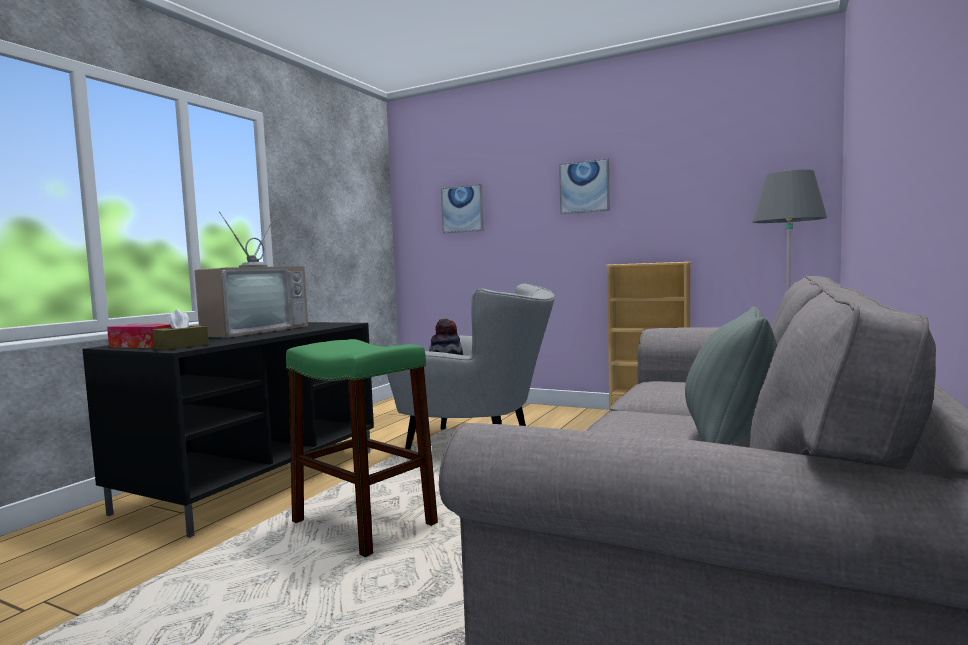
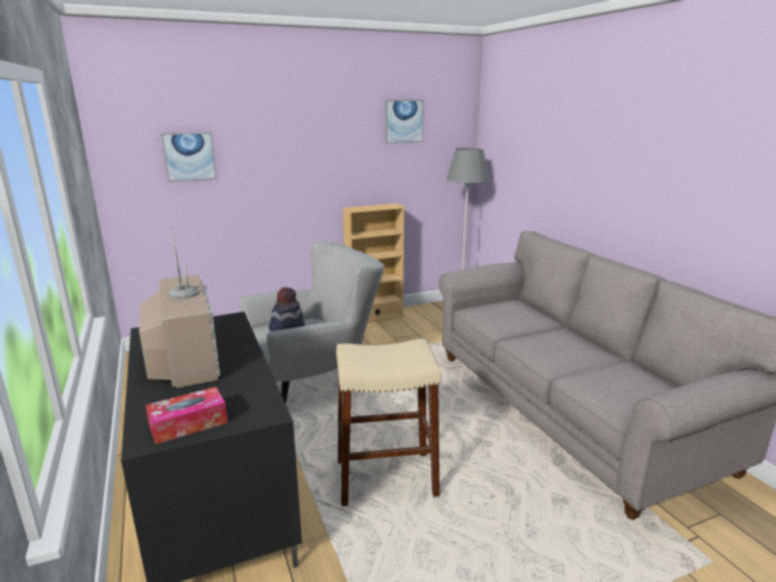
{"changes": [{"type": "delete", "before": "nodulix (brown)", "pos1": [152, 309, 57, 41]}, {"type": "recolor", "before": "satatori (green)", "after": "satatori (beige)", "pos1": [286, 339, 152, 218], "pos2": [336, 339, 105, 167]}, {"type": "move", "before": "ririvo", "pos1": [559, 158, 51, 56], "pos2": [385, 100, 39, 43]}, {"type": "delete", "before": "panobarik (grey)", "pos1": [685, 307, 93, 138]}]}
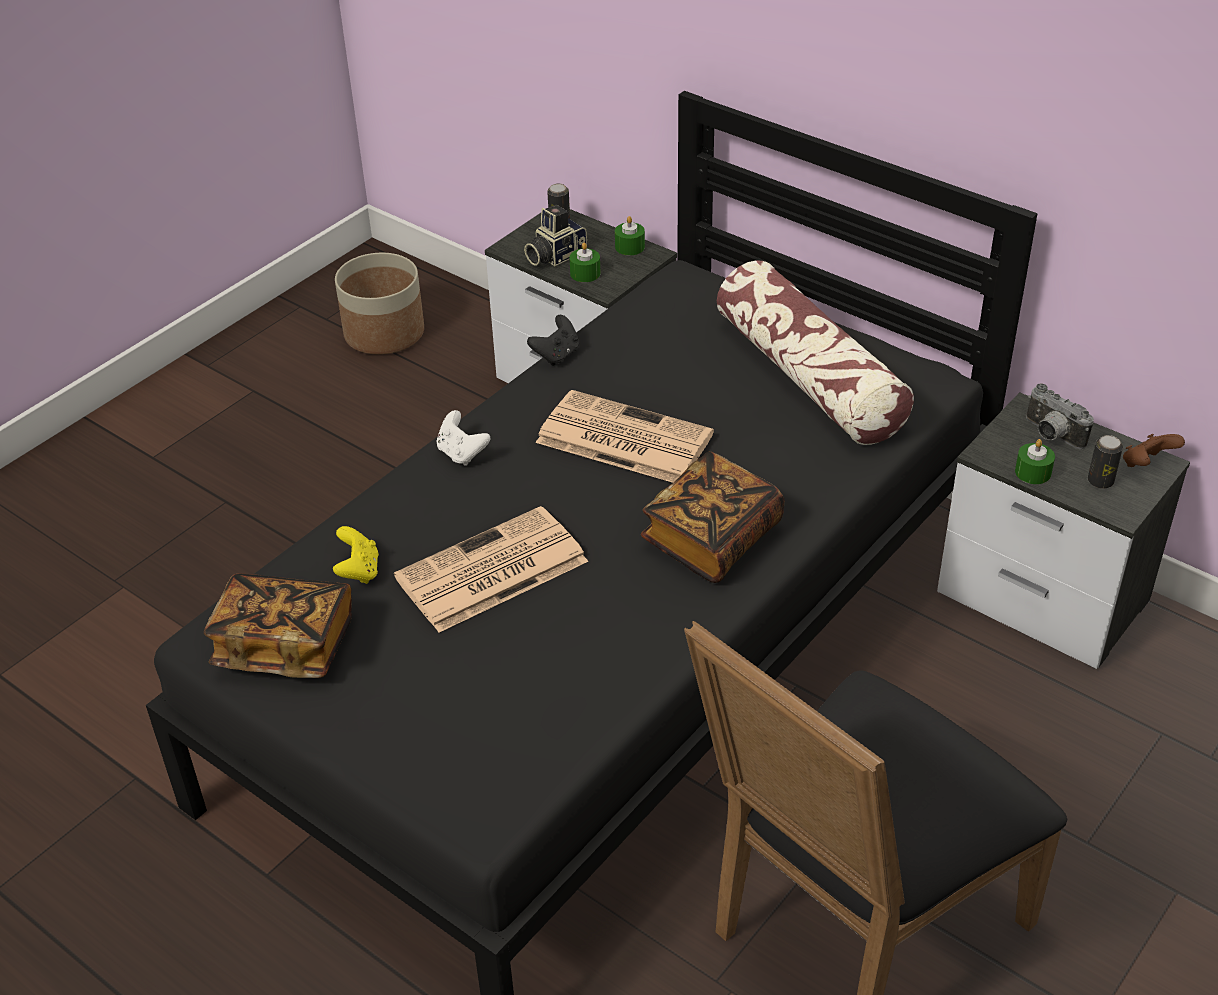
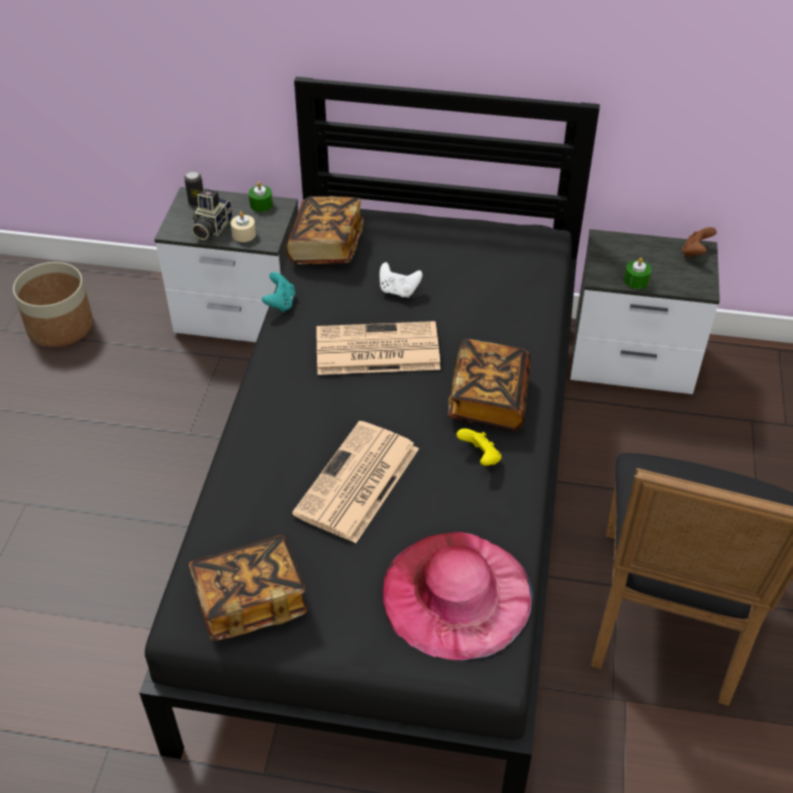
{"changes": [{"type": "move", "before": "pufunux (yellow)", "pos1": [333, 526, 46, 58], "pos2": [457, 428, 44, 38]}, {"type": "move", "before": "pufunux (white)", "pos1": [437, 410, 53, 56], "pos2": [380, 262, 43, 36]}, {"type": "recolor", "before": "pufunux (black)", "after": "pufunux (turquoise)", "pos1": [527, 315, 52, 51], "pos2": [262, 272, 33, 40]}, {"type": "recolor", "before": "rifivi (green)", "after": "rifivi (beige)", "pos1": [569, 242, 31, 40], "pos2": [231, 211, 25, 31]}, {"type": "delete", "before": "panobarik", "pos1": [717, 260, 197, 185]}, {"type": "delete", "before": "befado", "pos1": [1026, 383, 68, 66]}, {"type": "delete", "before": "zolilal", "pos1": [1088, 435, 35, 54]}, {"type": "insert", "after": "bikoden", "pos2": [286, 196, 78, 68]}, {"type": "insert", "after": "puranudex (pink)", "pos2": [382, 532, 150, 128]}]}
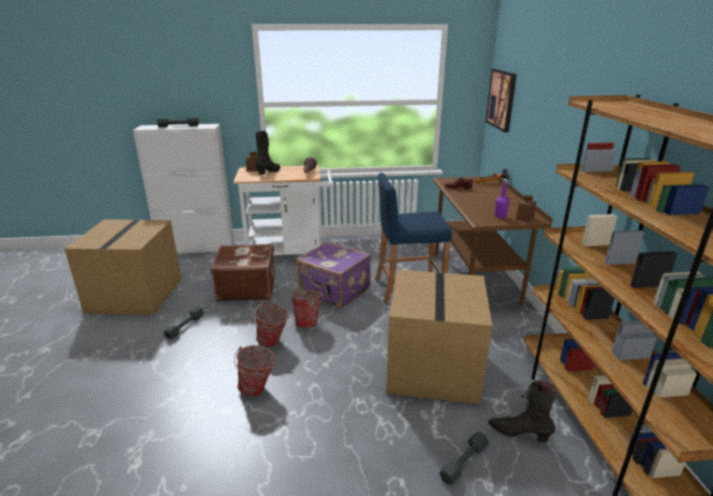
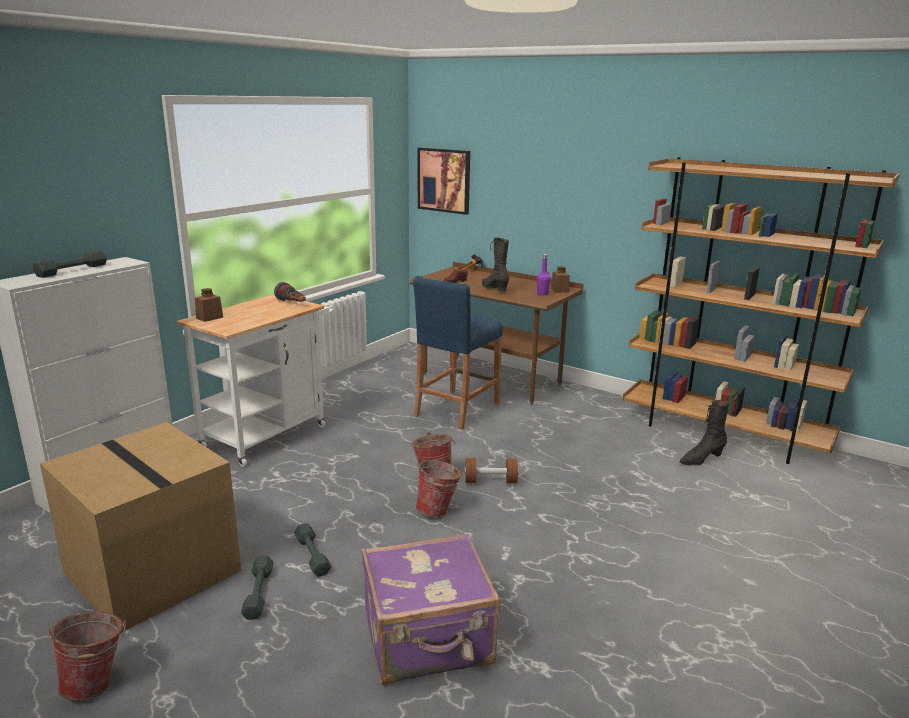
{"changes": [{"type": "delete", "before": "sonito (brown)", "pos1": [210, 243, 65, 59]}, {"type": "move", "before": "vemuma", "pos1": [234, 345, 42, 51], "pos2": [48, 611, 78, 90]}, {"type": "move", "before": "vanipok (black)", "pos1": [255, 131, 25, 44], "pos2": [482, 237, 27, 55]}, {"type": "move", "before": "sonito (purple)", "pos1": [296, 241, 75, 67], "pos2": [362, 534, 138, 151]}, {"type": "delete", "before": "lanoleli", "pos1": [386, 269, 106, 135]}, {"type": "move", "before": "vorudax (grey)", "pos1": [439, 432, 50, 53], "pos2": [241, 556, 33, 64]}, {"type": "insert", "after": "vorudax (brown)", "pos2": [464, 458, 54, 26]}]}
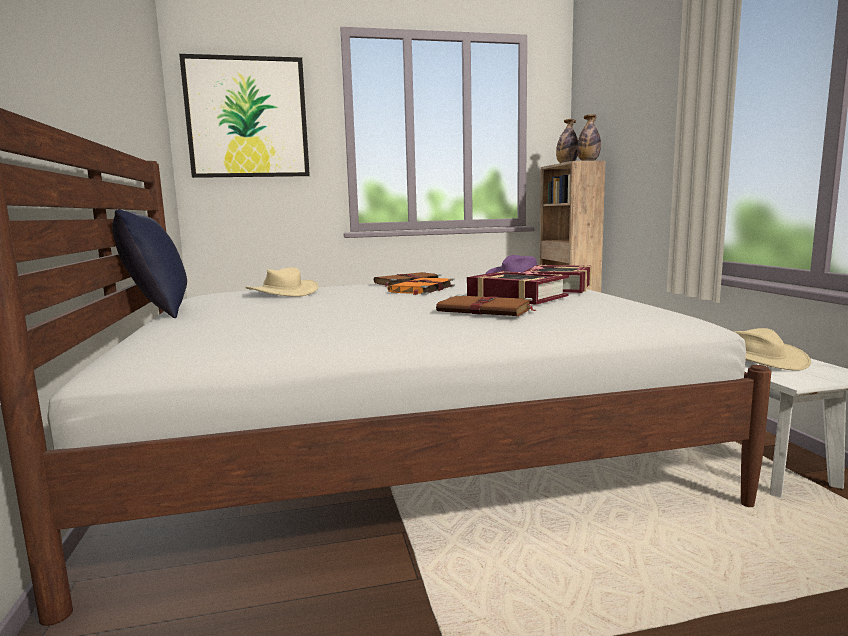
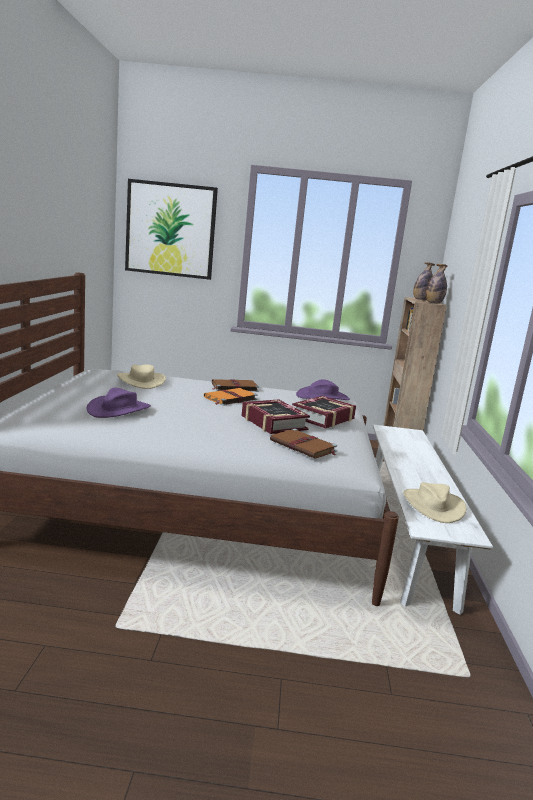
{"changes": [{"type": "delete", "before": "panobarik (blue)", "pos1": [112, 209, 75, 109]}, {"type": "move", "before": "bikoden (brown)", "pos1": [436, 295, 99, 21], "pos2": [270, 429, 67, 29]}, {"type": "insert", "after": "puranudex (purple)", "pos2": [86, 388, 65, 30]}]}
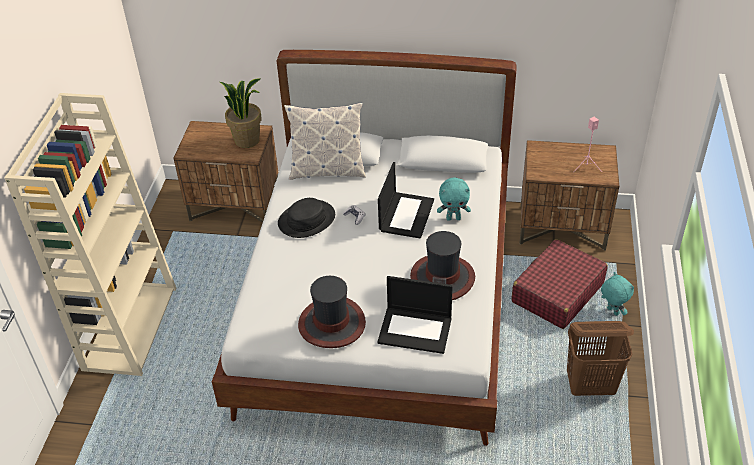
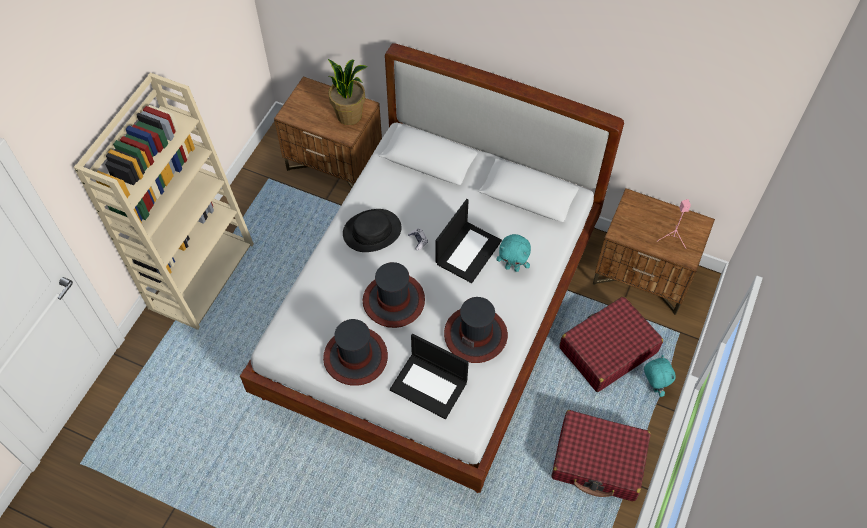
{"changes": [{"type": "delete", "before": "panobarik", "pos1": [284, 103, 82, 77]}, {"type": "replace", "before": "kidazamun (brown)", "after": "sonito (red)", "pos1": [567, 321, 67, 75], "pos2": [551, 410, 100, 91]}, {"type": "insert", "after": "puranudex", "pos2": [363, 262, 62, 66]}]}
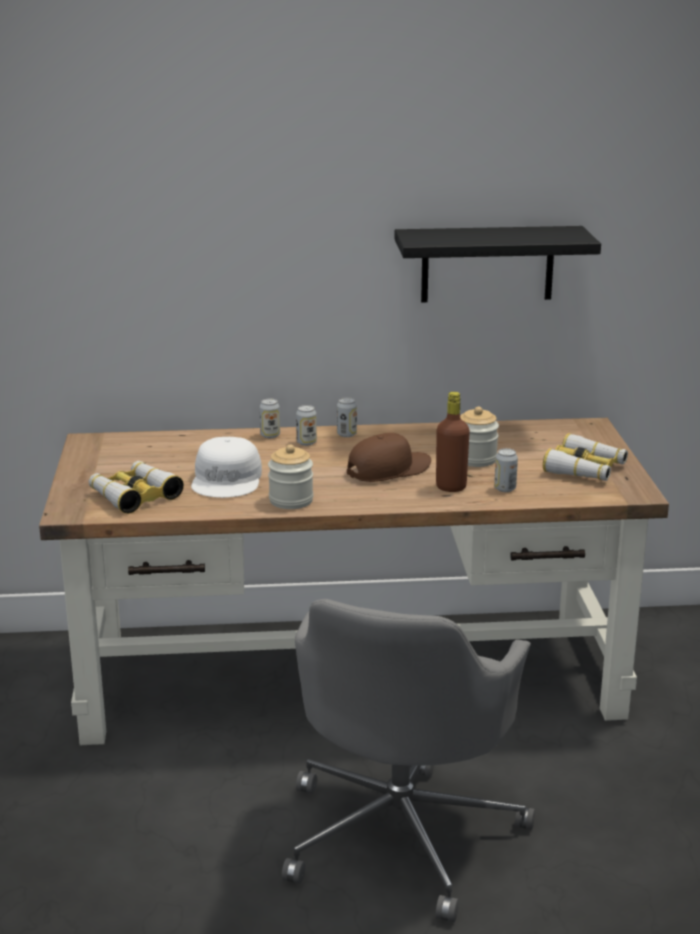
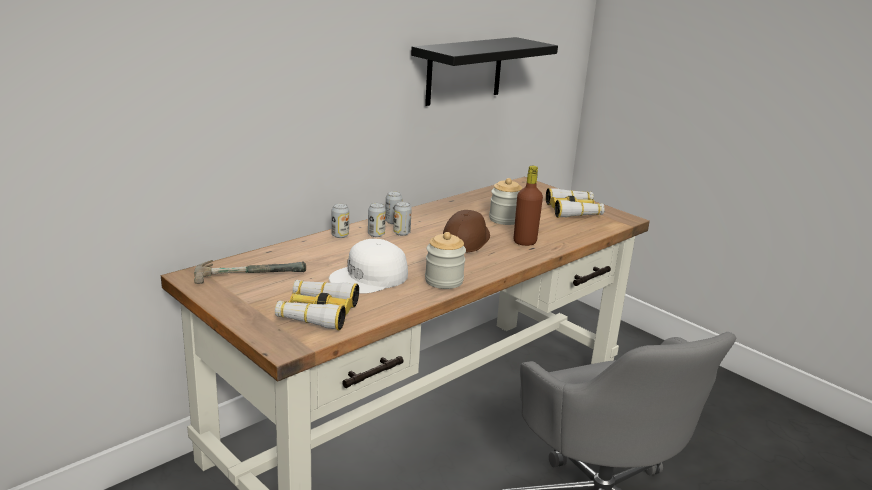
{"changes": [{"type": "rotate", "before": "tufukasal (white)", "pos1": [191, 437, 71, 61], "pos2": [329, 239, 79, 55], "turn": 90}, {"type": "move", "before": "zolilal", "pos1": [494, 448, 24, 44], "pos2": [394, 201, 18, 35]}, {"type": "insert", "after": "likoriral", "pos2": [194, 260, 112, 24]}]}
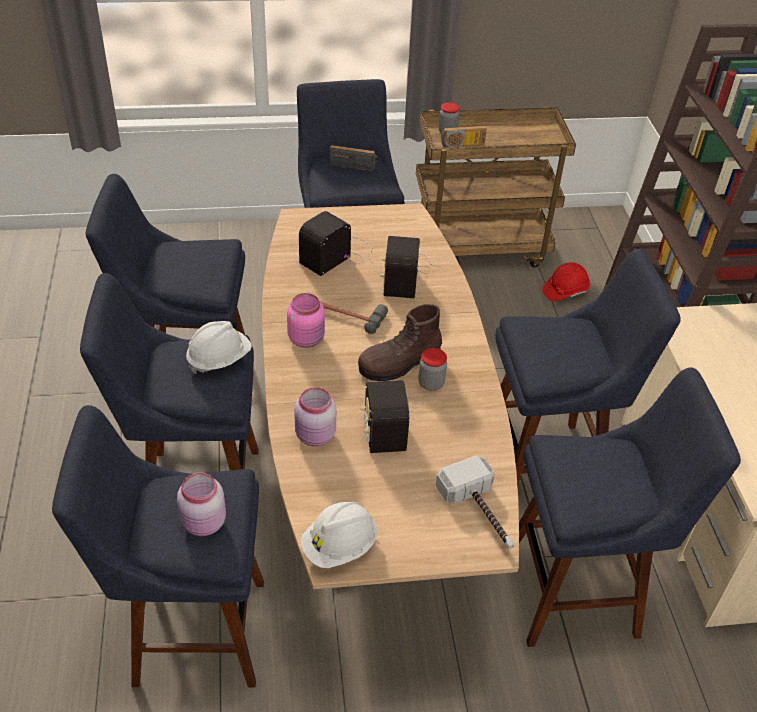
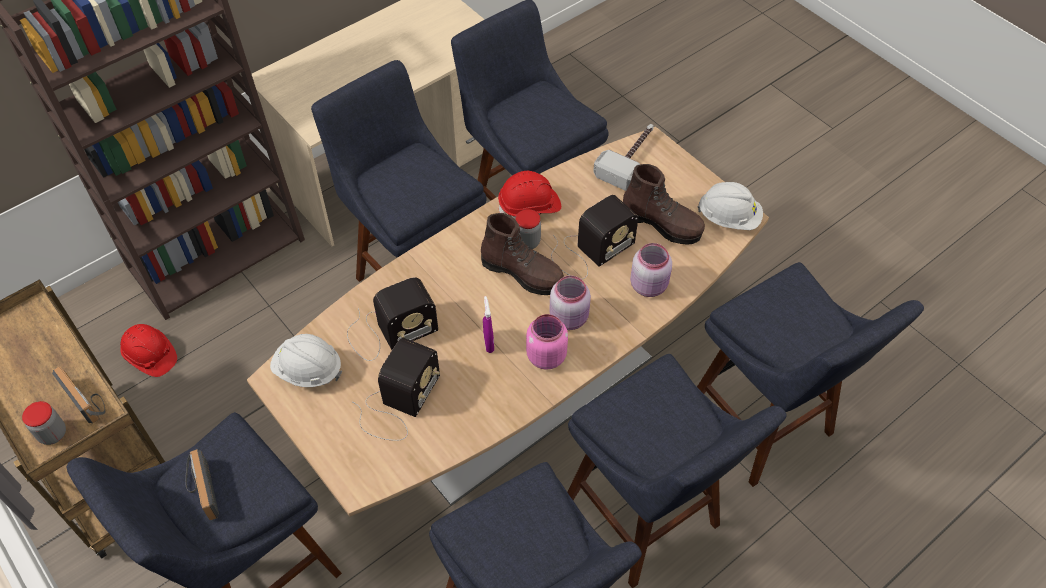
{"changes": [{"type": "move", "before": "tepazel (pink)", "pos1": [177, 473, 49, 63], "pos2": [549, 276, 42, 54]}, {"type": "move", "before": "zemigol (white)", "pos1": [186, 321, 66, 53], "pos2": [270, 334, 72, 53]}, {"type": "rotate", "before": "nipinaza", "pos1": [299, 211, 75, 65], "pos2": [352, 338, 88, 103], "turn": -75}, {"type": "replace", "before": "likoriral", "after": "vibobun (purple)", "pos1": [321, 302, 67, 32], "pos2": [483, 296, 11, 57]}, {"type": "insert", "after": "zemigol (red)", "pos2": [498, 171, 63, 48]}, {"type": "insert", "after": "vanipok (brown)", "pos2": [623, 164, 82, 81]}]}
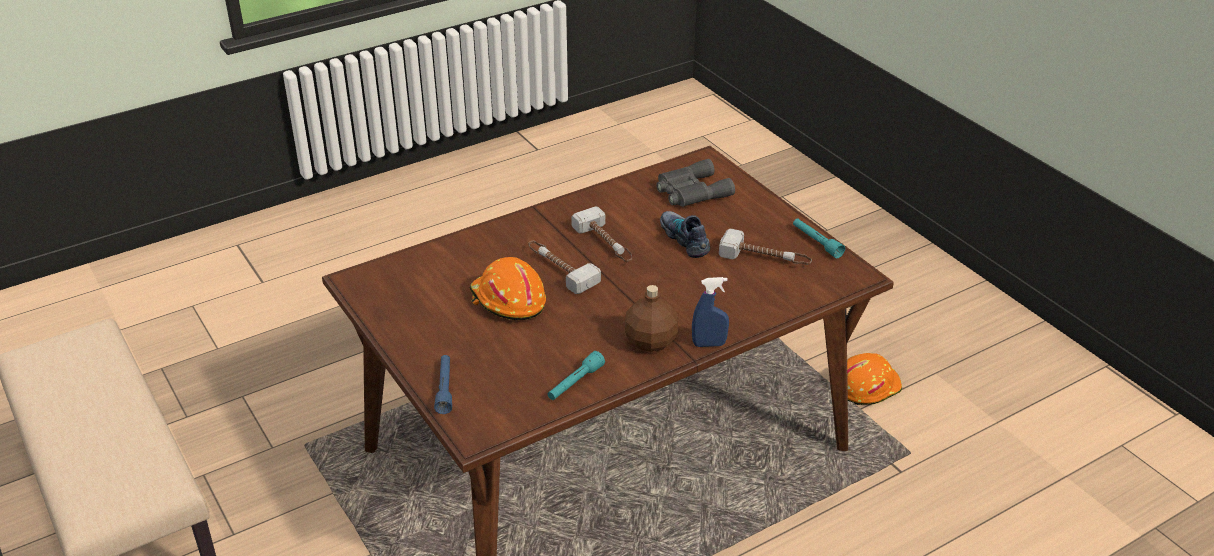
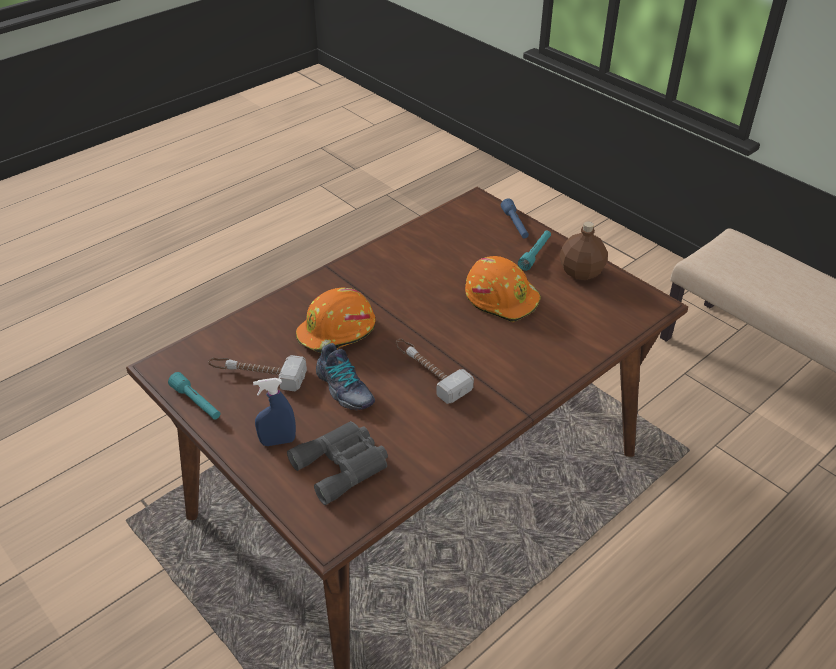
{"changes": [{"type": "delete", "before": "likoriral", "pos1": [528, 241, 73, 53]}, {"type": "move", "before": "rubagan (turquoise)", "pos1": [548, 351, 57, 49], "pos2": [518, 231, 33, 40]}, {"type": "move", "before": "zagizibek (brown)", "pos1": [625, 285, 53, 67], "pos2": [559, 222, 49, 58]}, {"type": "move", "before": "vibobun (blue)", "pos1": [692, 277, 37, 70], "pos2": [253, 378, 43, 68]}, {"type": "move", "before": "zemigol (orange)", "pos1": [847, 353, 55, 52], "pos2": [296, 288, 79, 65]}]}
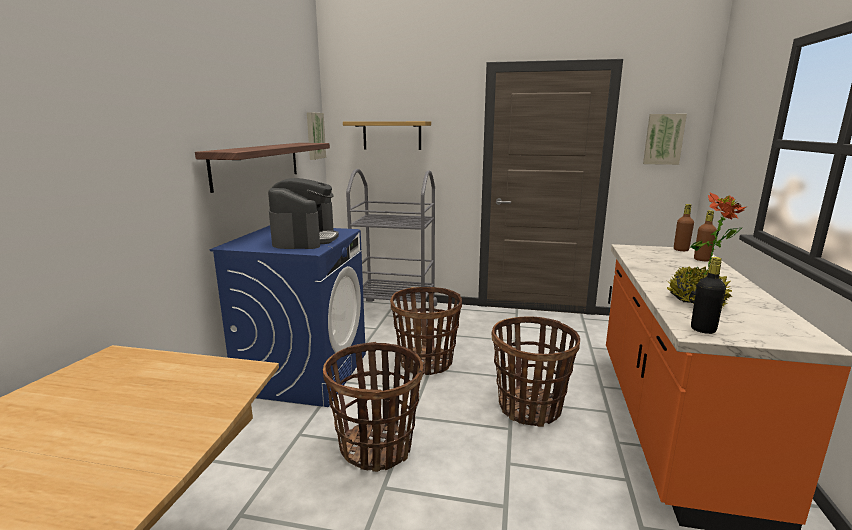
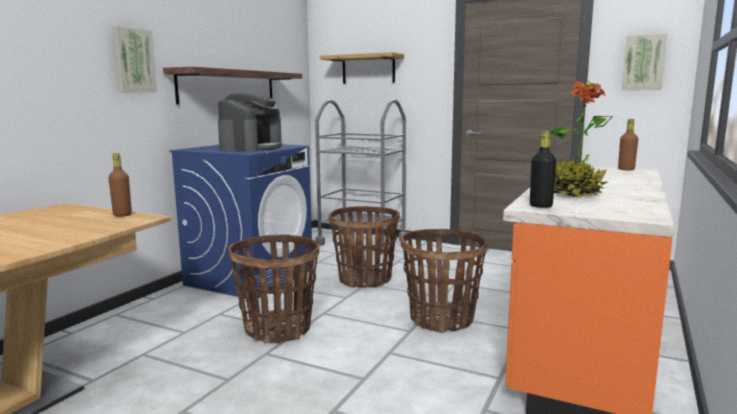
{"changes": [{"type": "move", "before": "ririvo", "pos1": [307, 112, 19, 48], "pos2": [112, 26, 45, 66]}, {"type": "move", "before": "zagizibek (brown)", "pos1": [694, 210, 23, 51], "pos2": [109, 153, 23, 64]}]}
